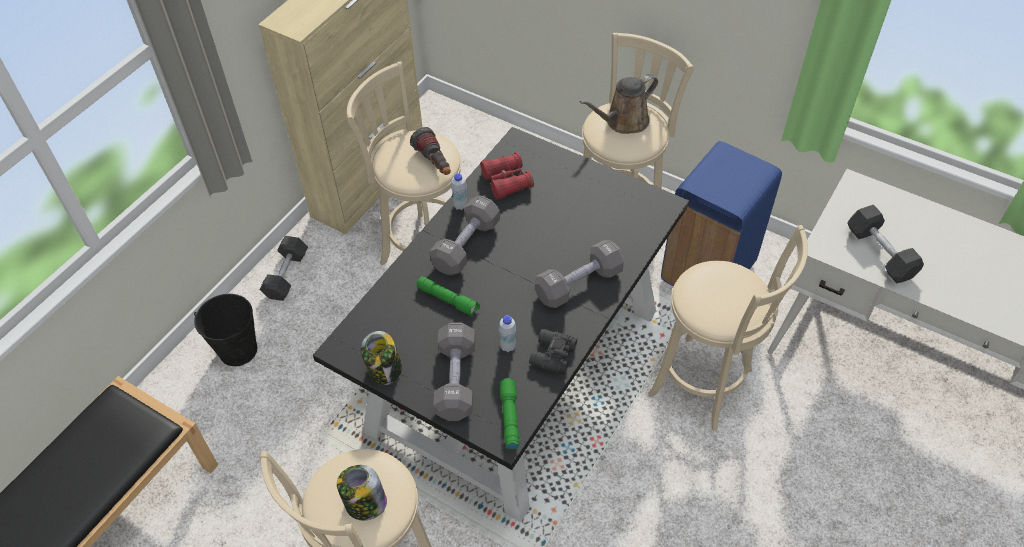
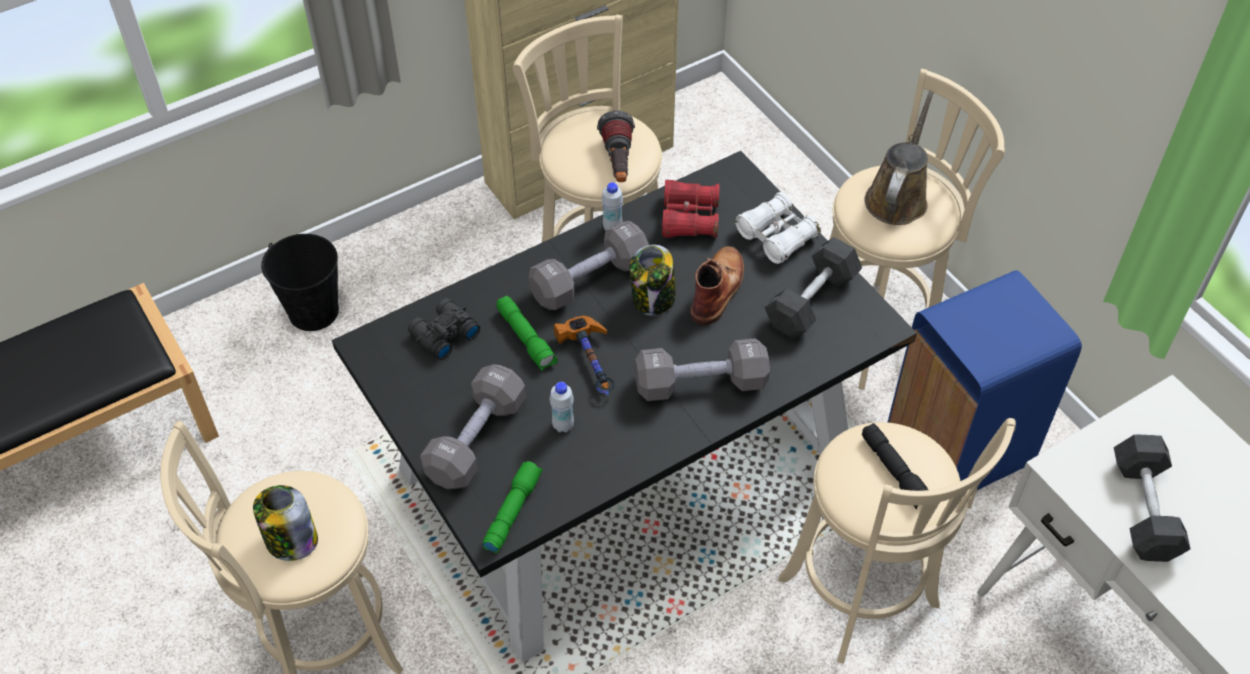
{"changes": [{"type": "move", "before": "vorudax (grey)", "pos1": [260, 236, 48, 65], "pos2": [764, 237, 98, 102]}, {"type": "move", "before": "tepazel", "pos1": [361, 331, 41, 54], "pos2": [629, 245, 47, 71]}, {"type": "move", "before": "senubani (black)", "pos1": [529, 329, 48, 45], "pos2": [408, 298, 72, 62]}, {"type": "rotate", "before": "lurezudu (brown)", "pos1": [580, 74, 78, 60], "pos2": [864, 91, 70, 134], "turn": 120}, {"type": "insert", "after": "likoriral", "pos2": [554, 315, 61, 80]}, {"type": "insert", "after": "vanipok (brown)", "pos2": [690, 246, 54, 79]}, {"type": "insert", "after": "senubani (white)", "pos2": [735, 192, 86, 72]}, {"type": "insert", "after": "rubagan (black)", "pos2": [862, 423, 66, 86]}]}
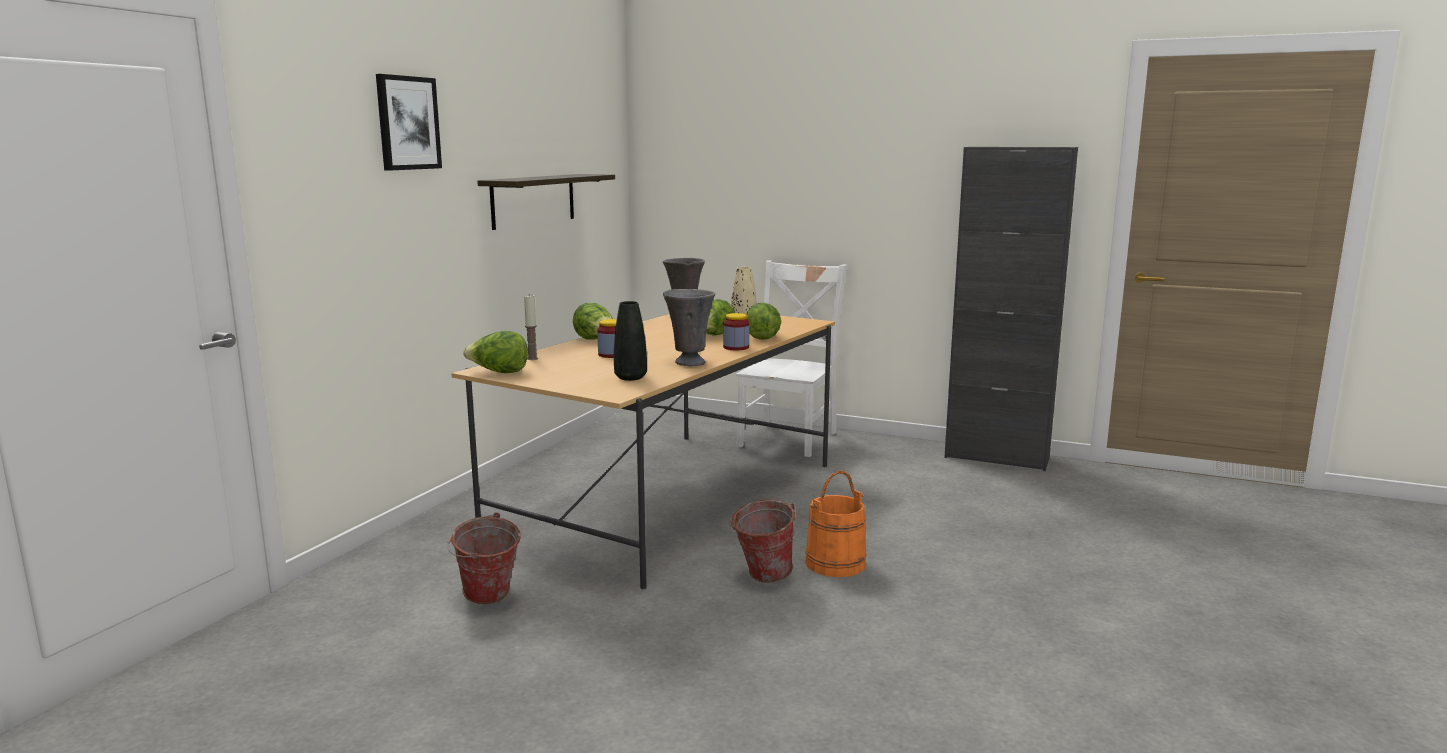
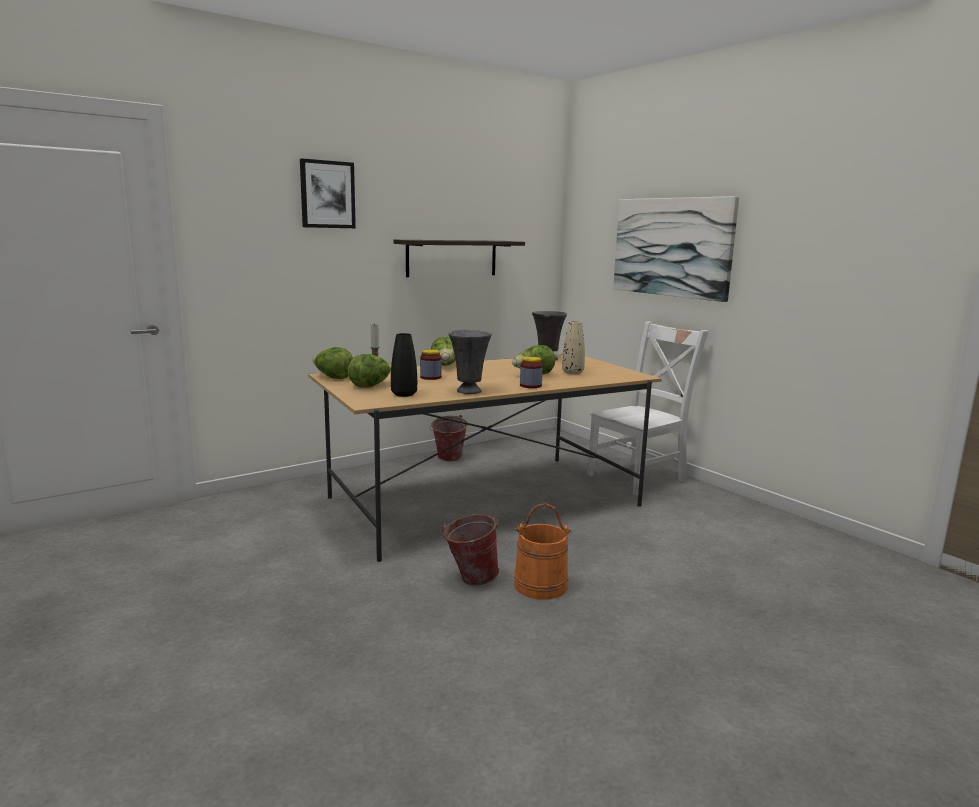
{"changes": [{"type": "move", "before": "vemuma", "pos1": [447, 512, 74, 92], "pos2": [429, 415, 39, 46]}, {"type": "move", "before": "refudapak", "pos1": [747, 303, 34, 37], "pos2": [348, 354, 43, 34]}, {"type": "delete", "before": "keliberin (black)", "pos1": [944, 147, 134, 324]}, {"type": "insert", "after": "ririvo", "pos2": [613, 196, 126, 106]}]}
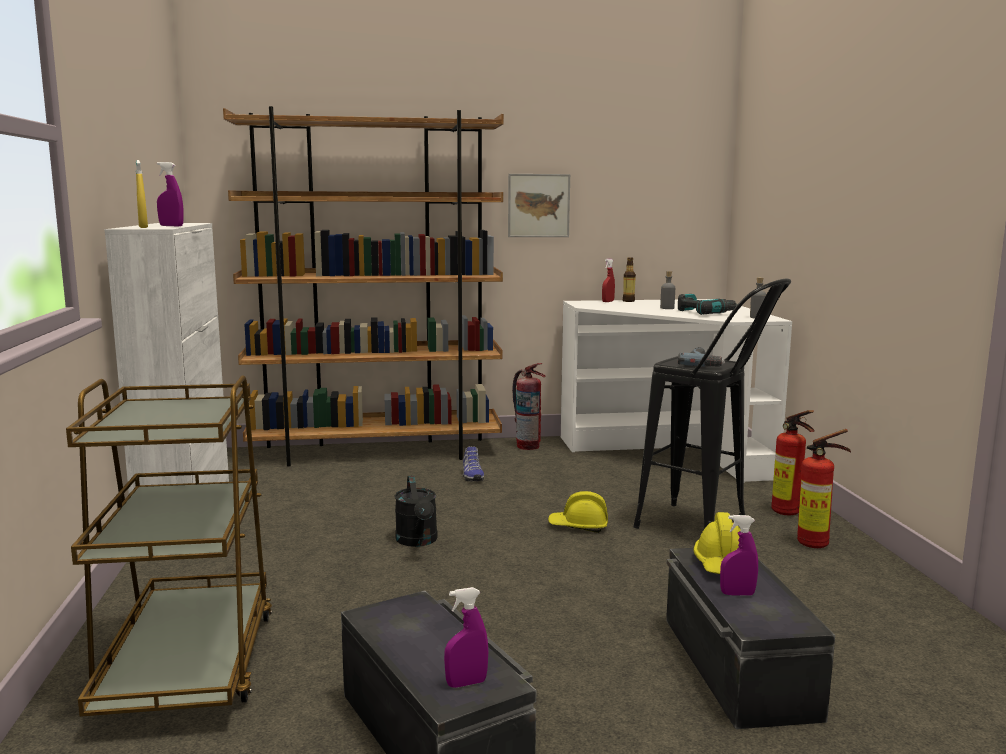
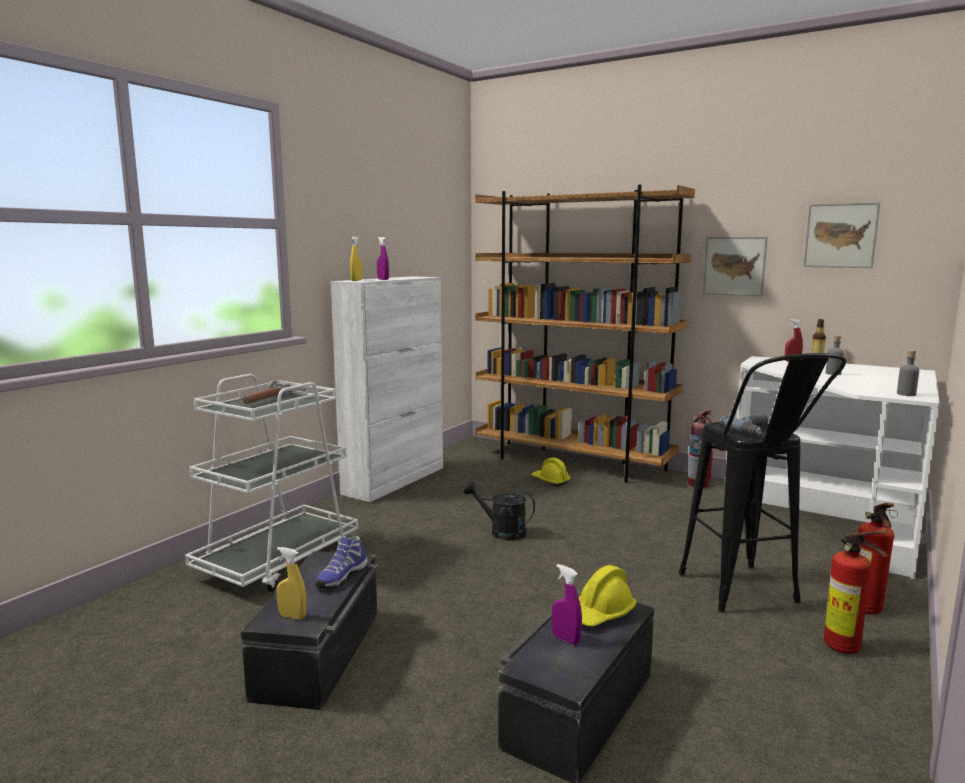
{"changes": [{"type": "recolor", "before": "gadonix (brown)", "after": "gadonix (white)", "pos1": [66, 376, 206, 341], "pos2": [185, 374, 173, 218]}, {"type": "rotate", "before": "lurezudu (black)", "pos1": [395, 476, 43, 71], "pos2": [463, 482, 72, 59], "turn": 90}, {"type": "recolor", "before": "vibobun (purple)", "after": "vibobun (yellow)", "pos1": [444, 587, 44, 101], "pos2": [276, 547, 30, 73]}, {"type": "move", "before": "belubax", "pos1": [463, 446, 21, 35], "pos2": [316, 536, 52, 54]}, {"type": "move", "before": "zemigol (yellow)", "pos1": [548, 491, 60, 42], "pos2": [531, 458, 40, 28]}, {"type": "delete", "before": "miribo", "pos1": [678, 294, 60, 21]}, {"type": "insert", "after": "likoriral", "pos2": [243, 381, 63, 23]}, {"type": "insert", "after": "ririvo", "pos2": [803, 202, 77, 66]}]}
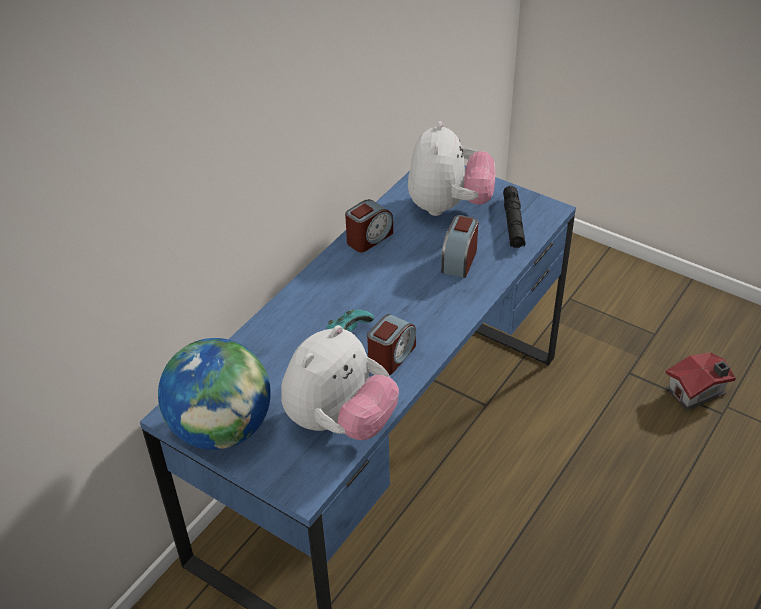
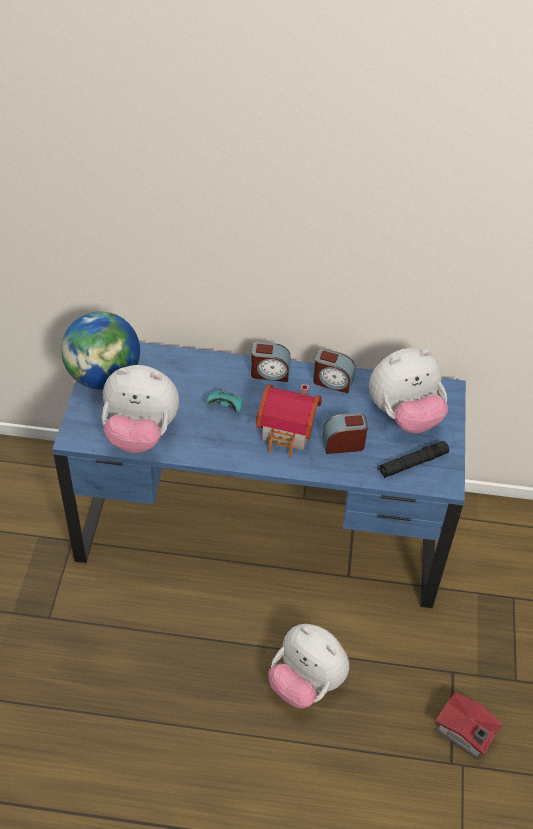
{"changes": [{"type": "move", "before": "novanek", "pos1": [367, 314, 49, 61], "pos2": [251, 342, 40, 40]}, {"type": "insert", "after": "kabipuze", "pos2": [256, 384, 66, 74]}, {"type": "insert", "after": "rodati", "pos2": [268, 624, 81, 85]}]}
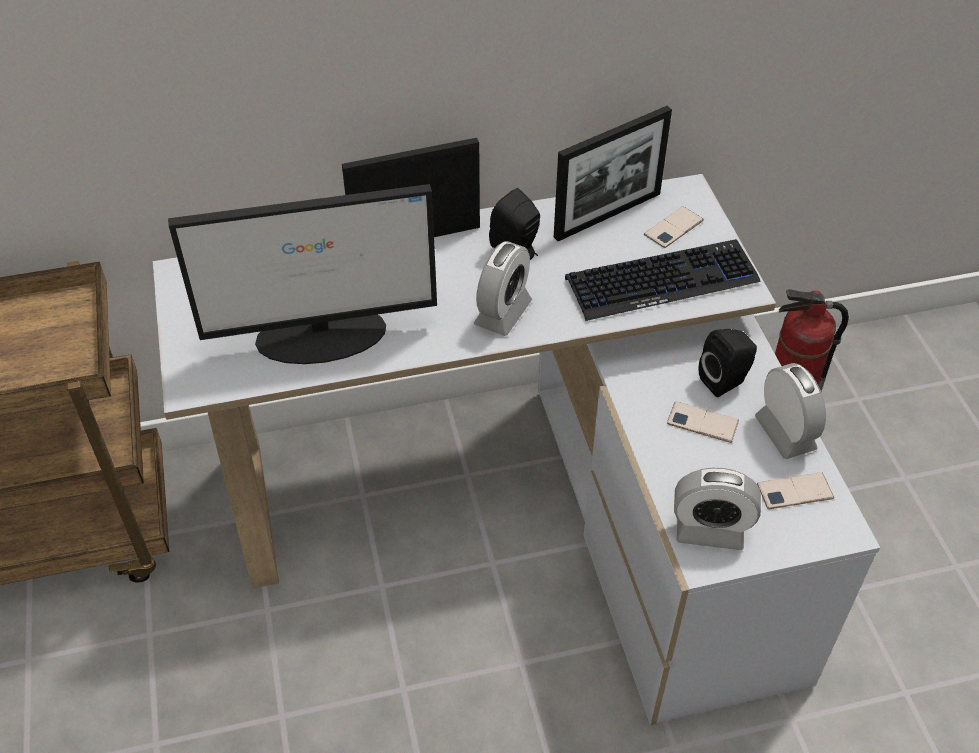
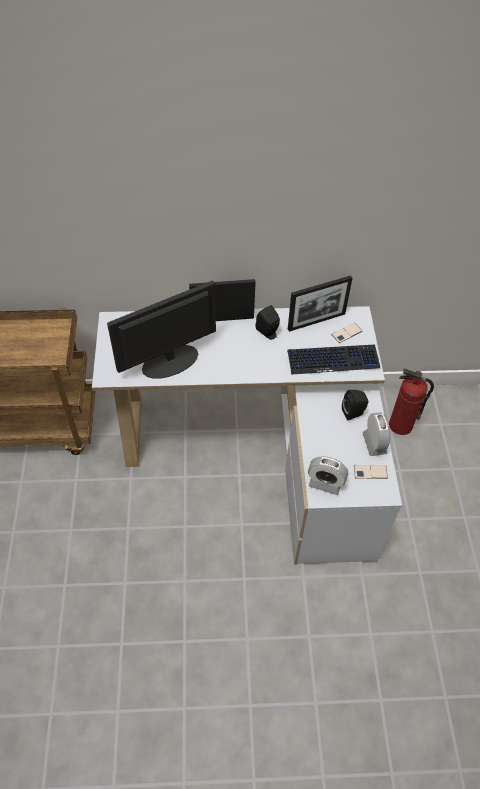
{"changes": [{"type": "rotate", "before": "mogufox", "pos1": [168, 184, 269, 180], "pos2": [107, 280, 109, 98], "turn": 150}, {"type": "delete", "before": "novanek", "pos1": [474, 241, 58, 95]}, {"type": "delete", "before": "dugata", "pos1": [667, 401, 72, 42]}]}
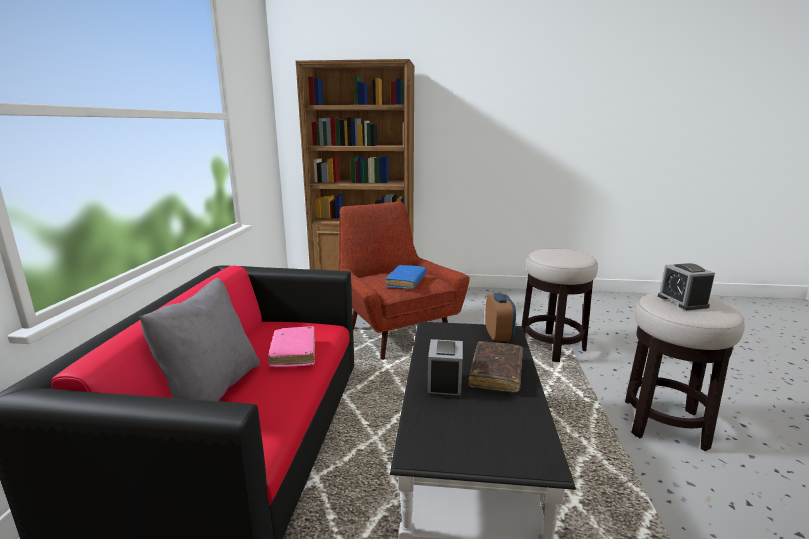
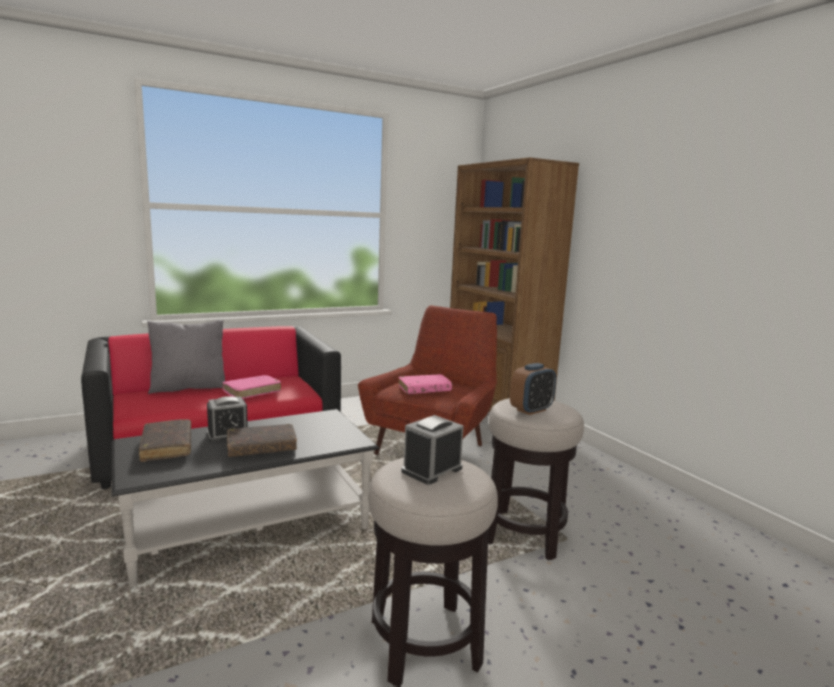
{"changes": [{"type": "recolor", "before": "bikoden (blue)", "after": "bikoden (pink)", "pos1": [386, 265, 40, 24], "pos2": [399, 374, 53, 20]}, {"type": "move", "before": "novanek", "pos1": [485, 293, 31, 49], "pos2": [510, 363, 46, 52]}, {"type": "insert", "after": "bikoden (brown)", "pos2": [139, 419, 52, 43]}]}
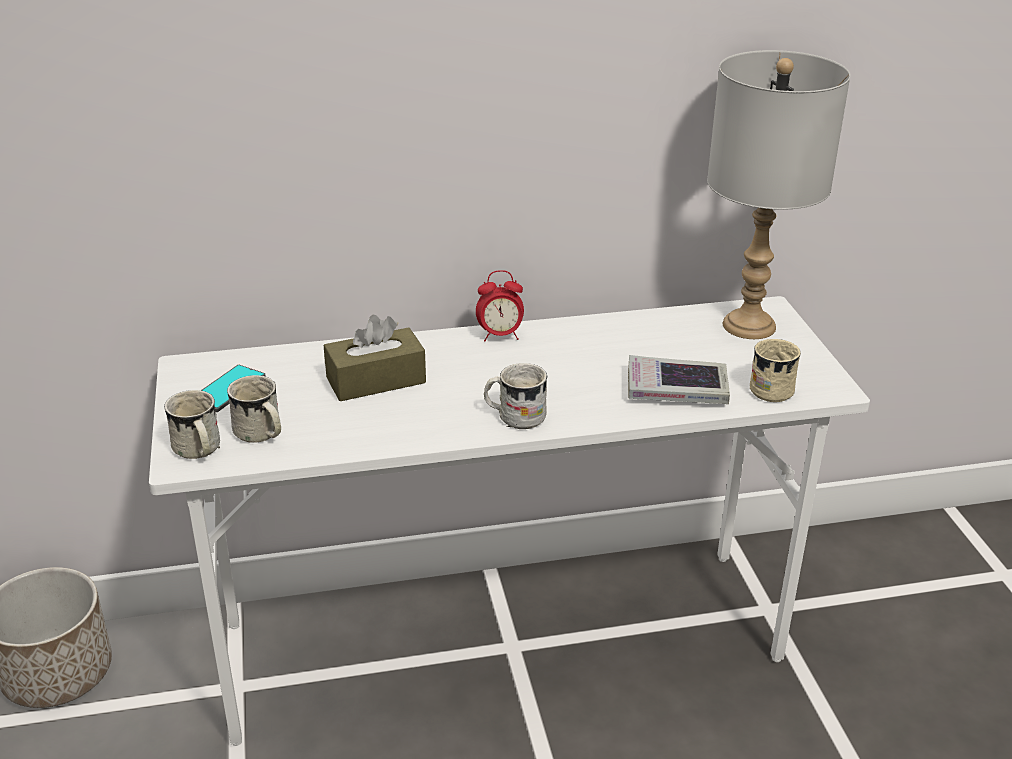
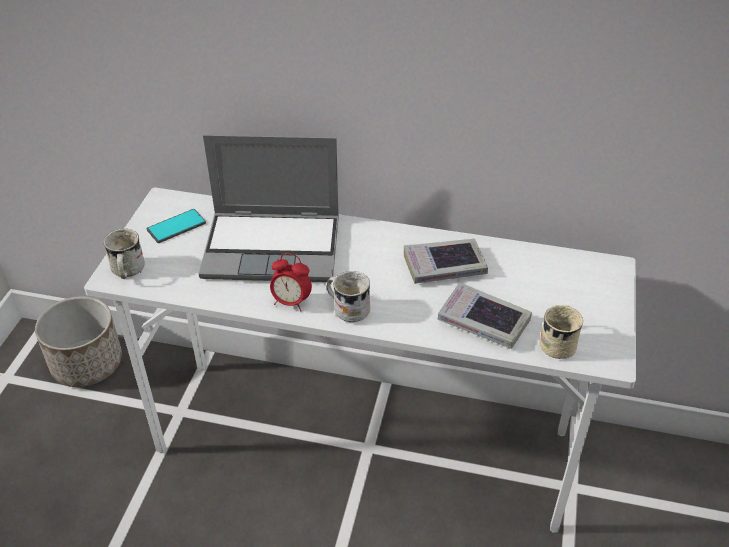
{"changes": [{"type": "delete", "before": "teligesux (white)", "pos1": [227, 375, 54, 68]}, {"type": "replace", "before": "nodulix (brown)", "after": "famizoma", "pos1": [324, 315, 102, 86], "pos2": [199, 135, 140, 147]}, {"type": "move", "before": "novanek", "pos1": [476, 270, 48, 71], "pos2": [270, 253, 42, 58]}, {"type": "delete", "before": "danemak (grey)", "pos1": [707, 50, 144, 289]}, {"type": "insert", "after": "bikoden", "pos2": [404, 239, 84, 45]}]}
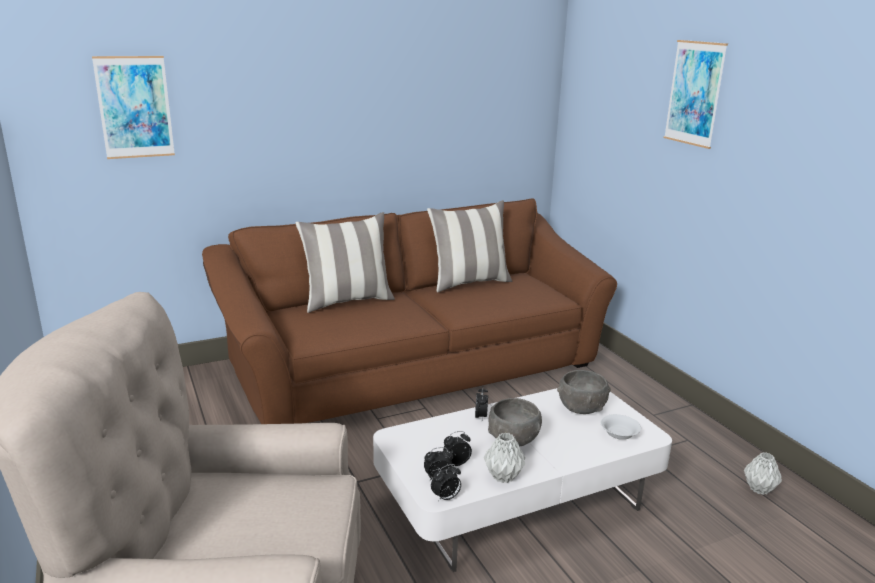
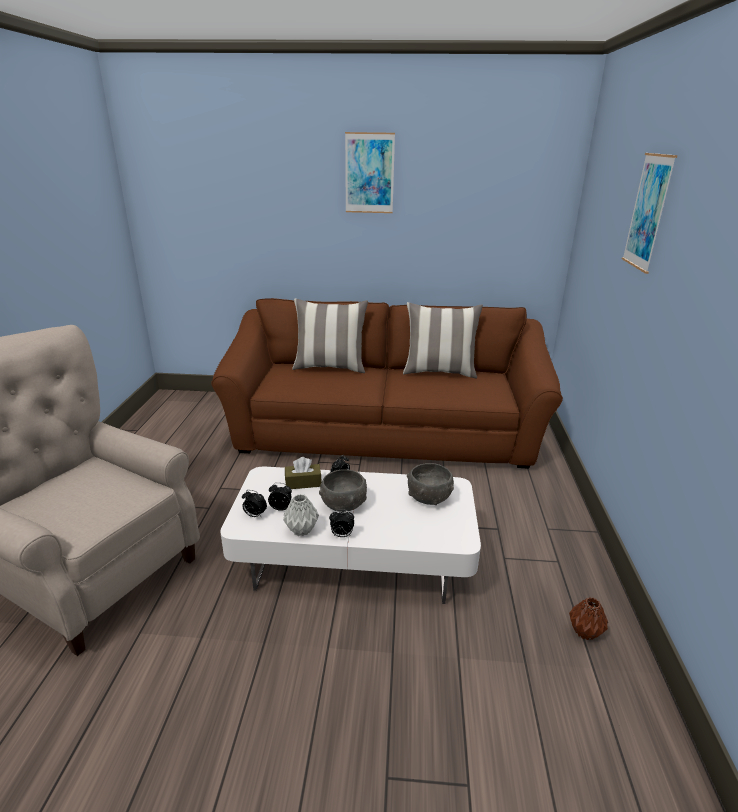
{"changes": [{"type": "move", "before": "ririvo", "pos1": [92, 56, 83, 103], "pos2": [345, 132, 50, 81]}, {"type": "move", "before": "novanek", "pos1": [431, 464, 30, 38], "pos2": [329, 509, 25, 28]}, {"type": "delete", "before": "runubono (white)", "pos1": [601, 414, 40, 26]}, {"type": "recolor", "before": "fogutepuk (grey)", "after": "fogutepuk (brown)", "pos1": [744, 452, 38, 43], "pos2": [569, 597, 39, 43]}, {"type": "insert", "after": "nodulix (brown)", "pos2": [285, 457, 37, 32]}]}
